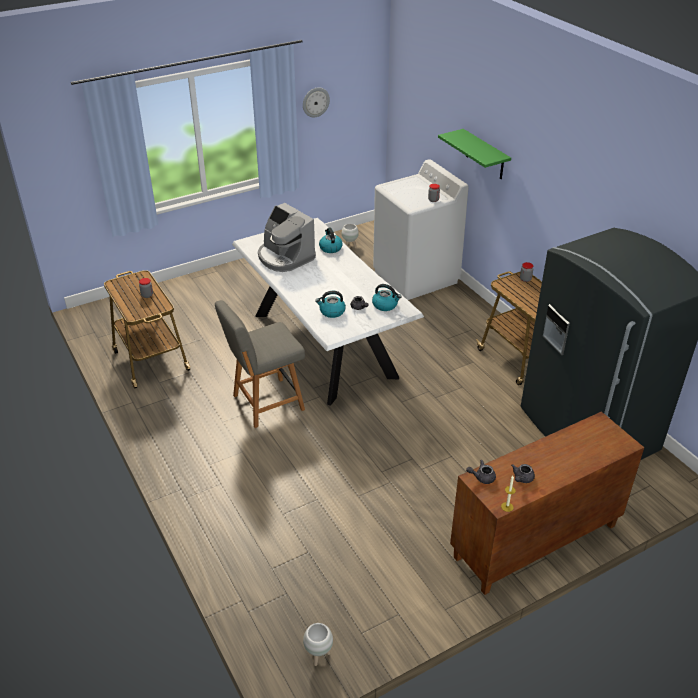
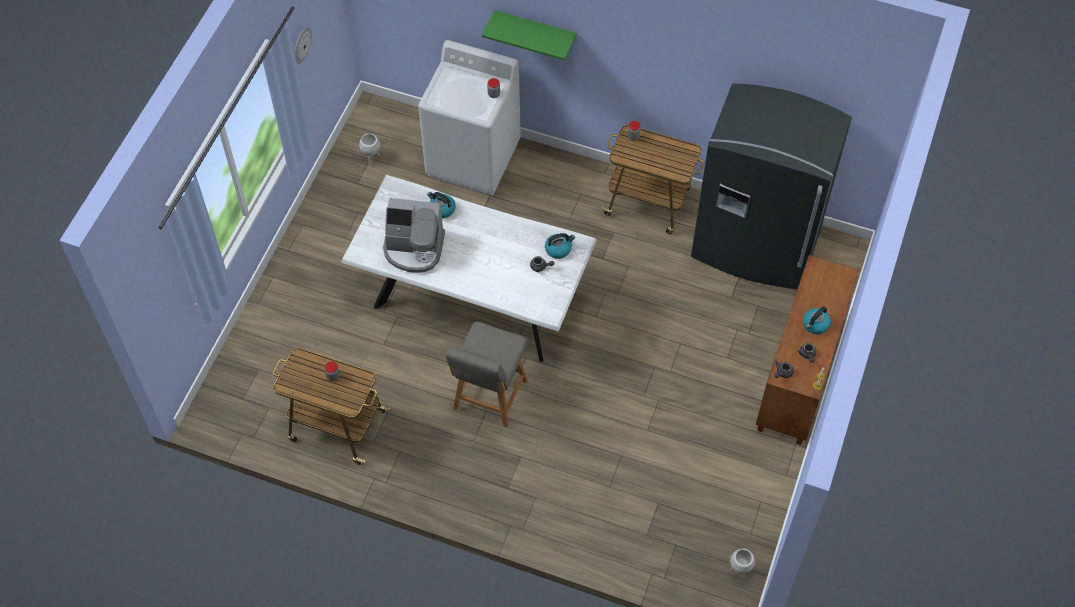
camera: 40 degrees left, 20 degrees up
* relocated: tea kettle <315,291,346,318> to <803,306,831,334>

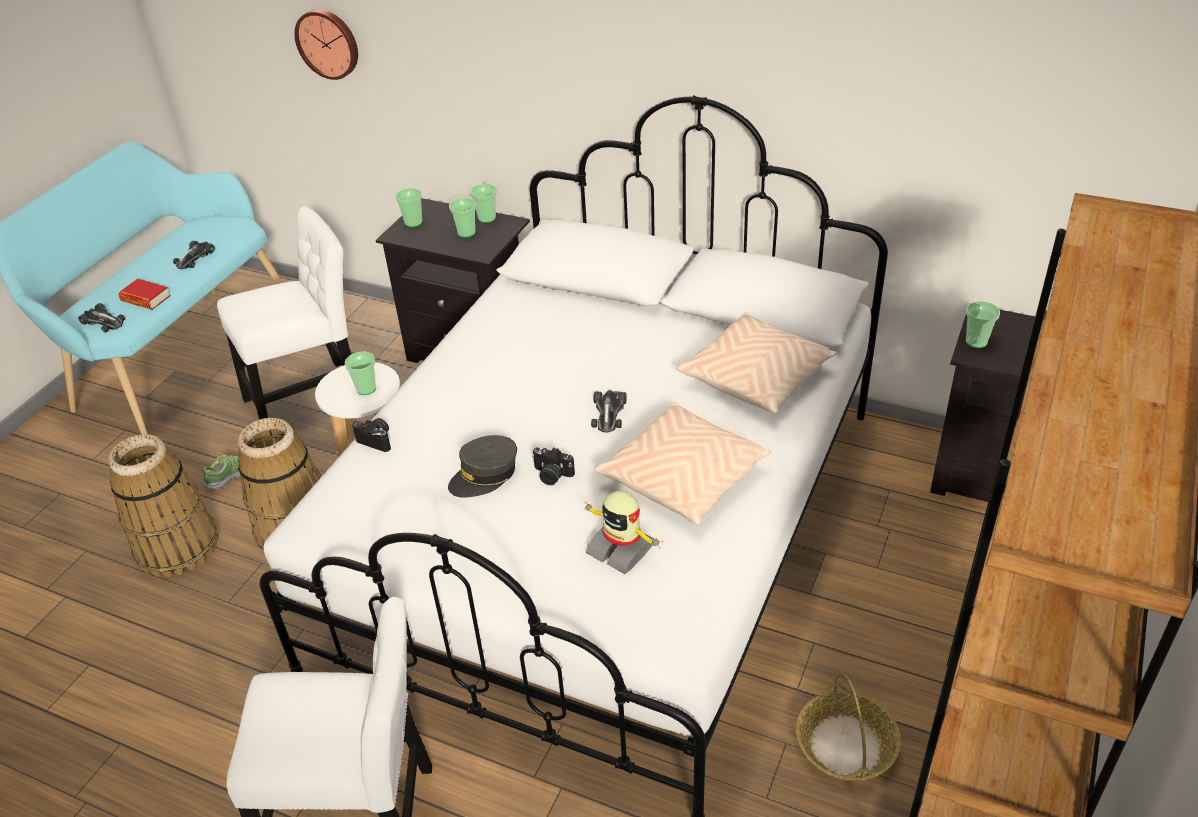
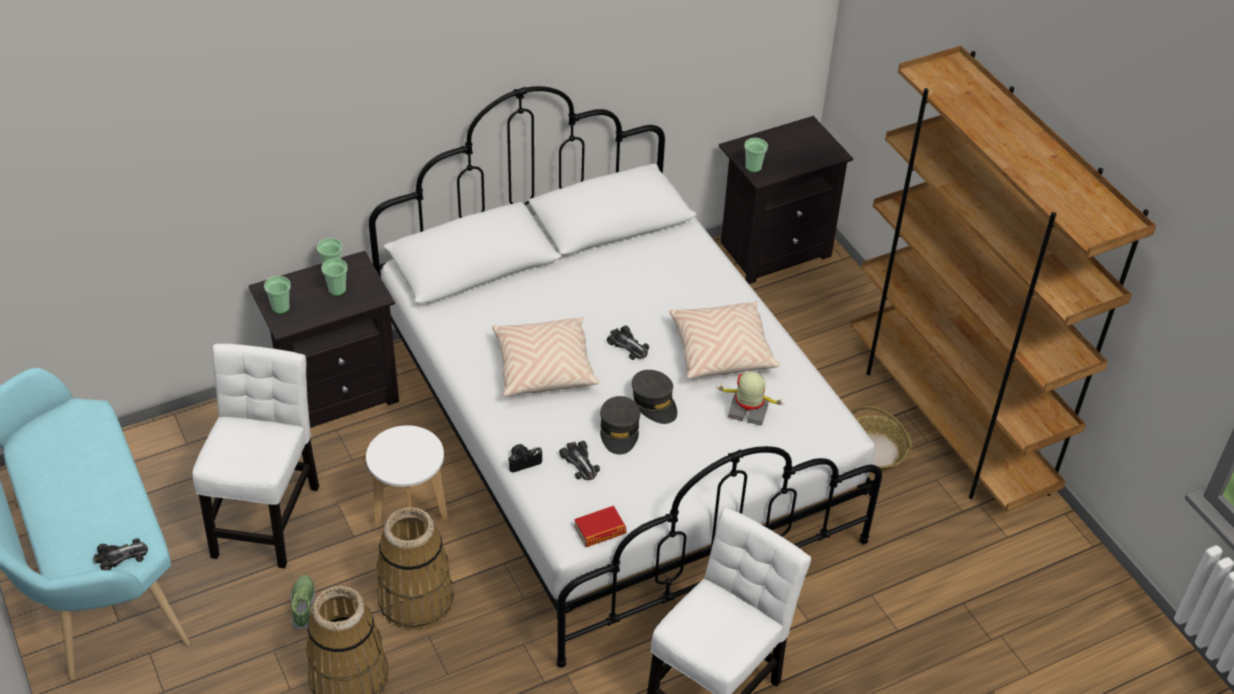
camera: 55 degrees left, 5 degrees up
* relocated: volume <119,279,171,310> to <574,506,626,547>
* relocated: model car <173,241,215,269> to <559,441,600,480>
* missing: clock on the wall <294,9,358,80>
* missing: small cup <345,352,376,395>
* exchanged: still camera <532,447,575,485> to greyish cap <632,370,677,424>
* spun: robot figure <582,491,663,574> = <716,372,785,425> 150 degrees counterclockwise
* relocated: beige pillow <676,313,838,413> to <492,317,599,396>

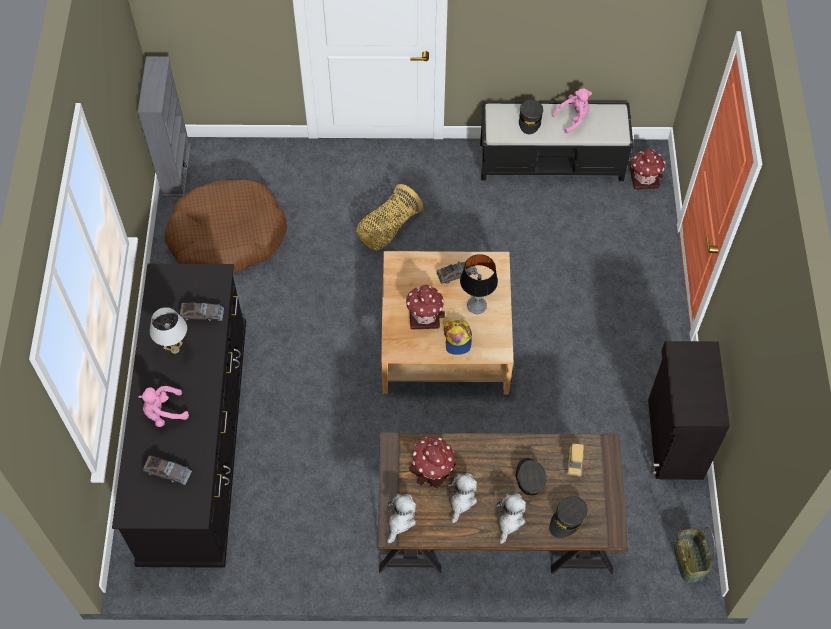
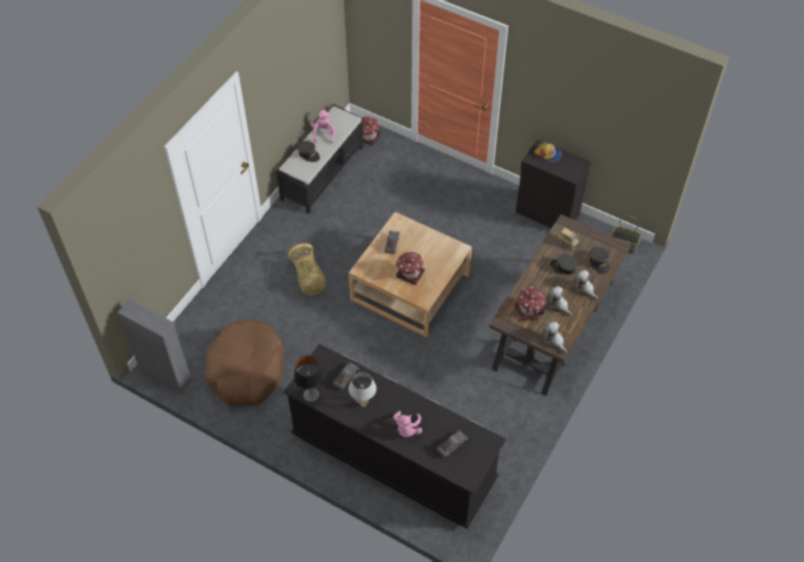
camera: 60 degrees left, 5 degrees down
* relocated: cap <444,319,472,355> to <534,142,562,162>
* relocated: lamp for a table <460,254,498,314> to <294,356,324,402>

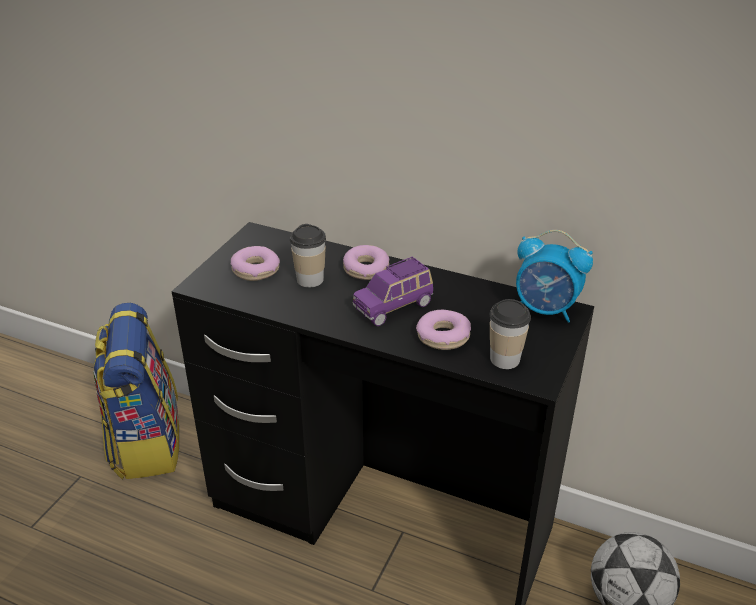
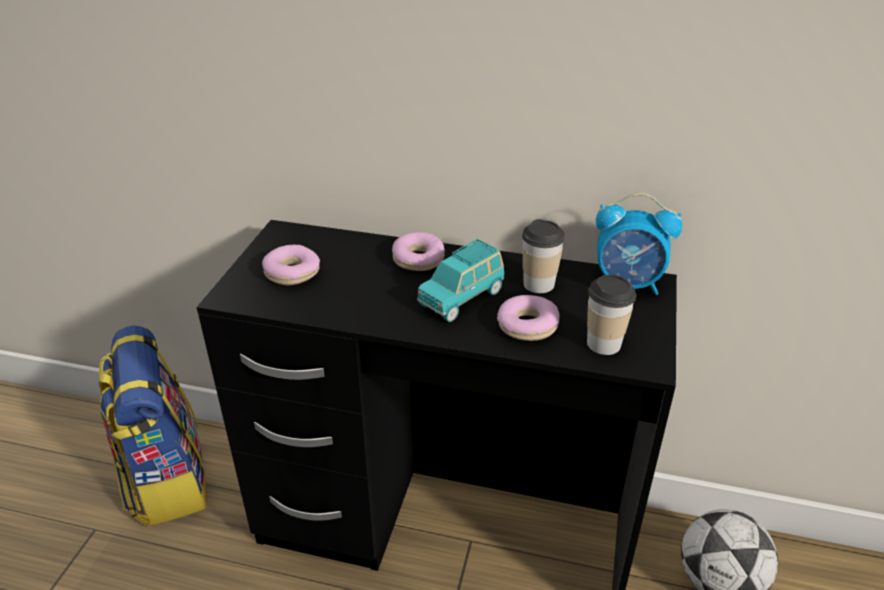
camera: 10 degrees left, 0 degrees up
* relocated: small cup <290,224,326,288> to <522,219,565,293>
* colour: purple-coloured model car <353,257,433,326> to turquoise model car <417,239,504,322>

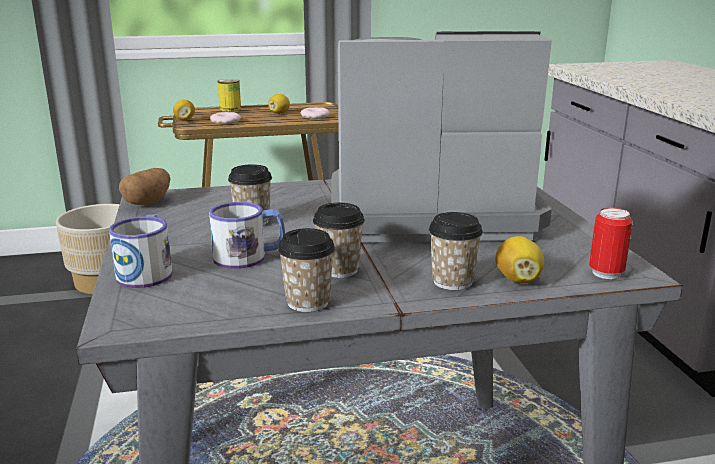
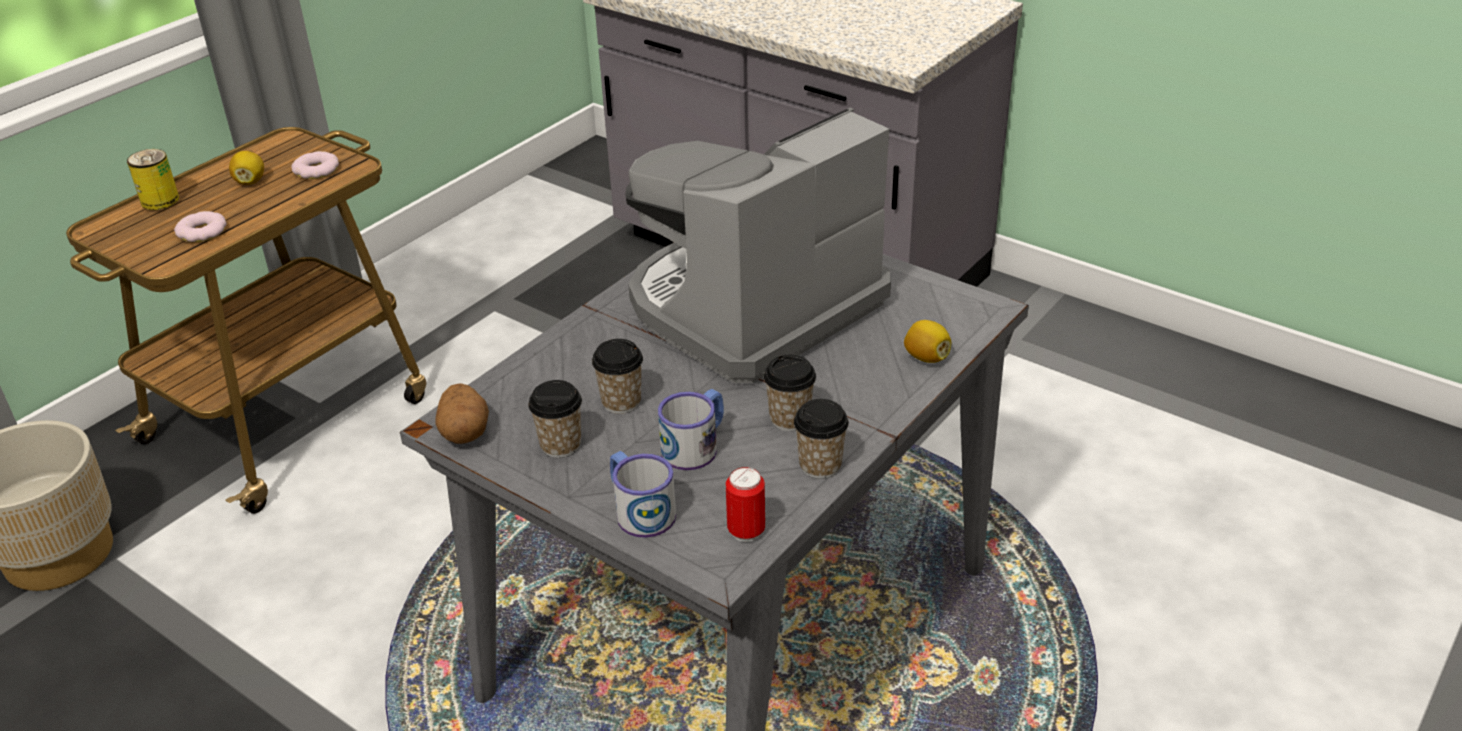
camera: 40 degrees left, 15 degrees up
* missing: lemon <173,100,195,121>
* relocated: small cup <429,212,483,290> to <528,380,582,458>
* relocated: metal can <589,208,633,279> to <726,467,765,542>

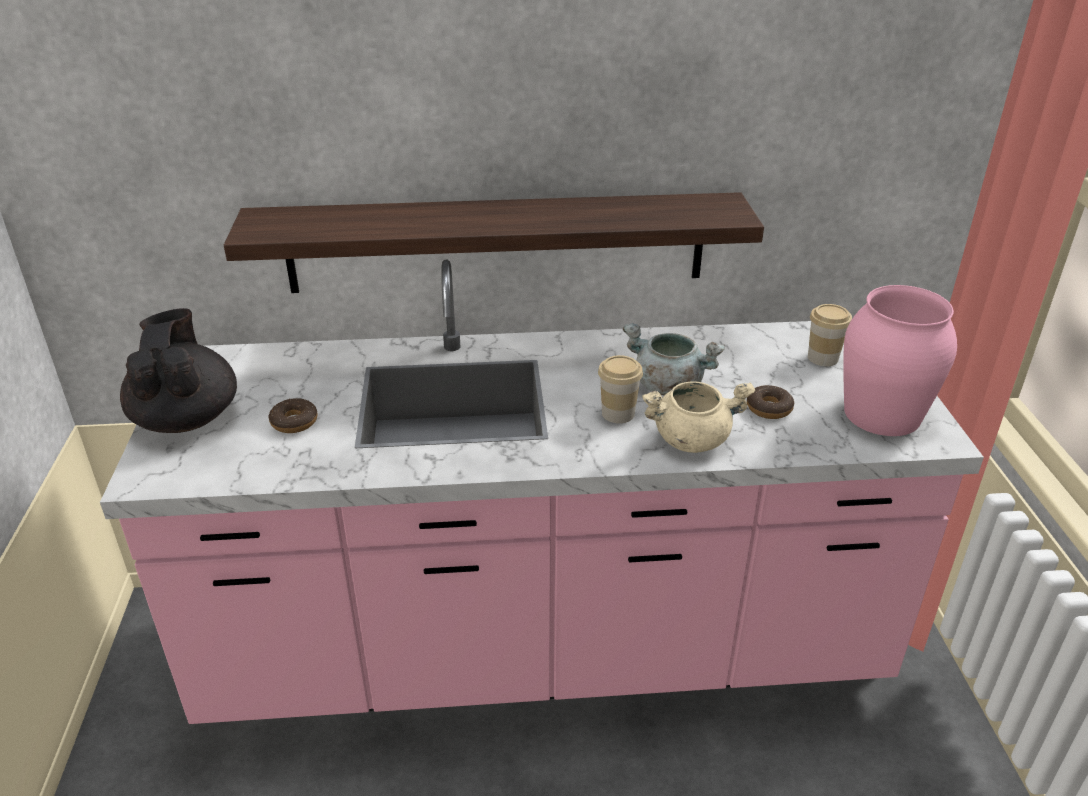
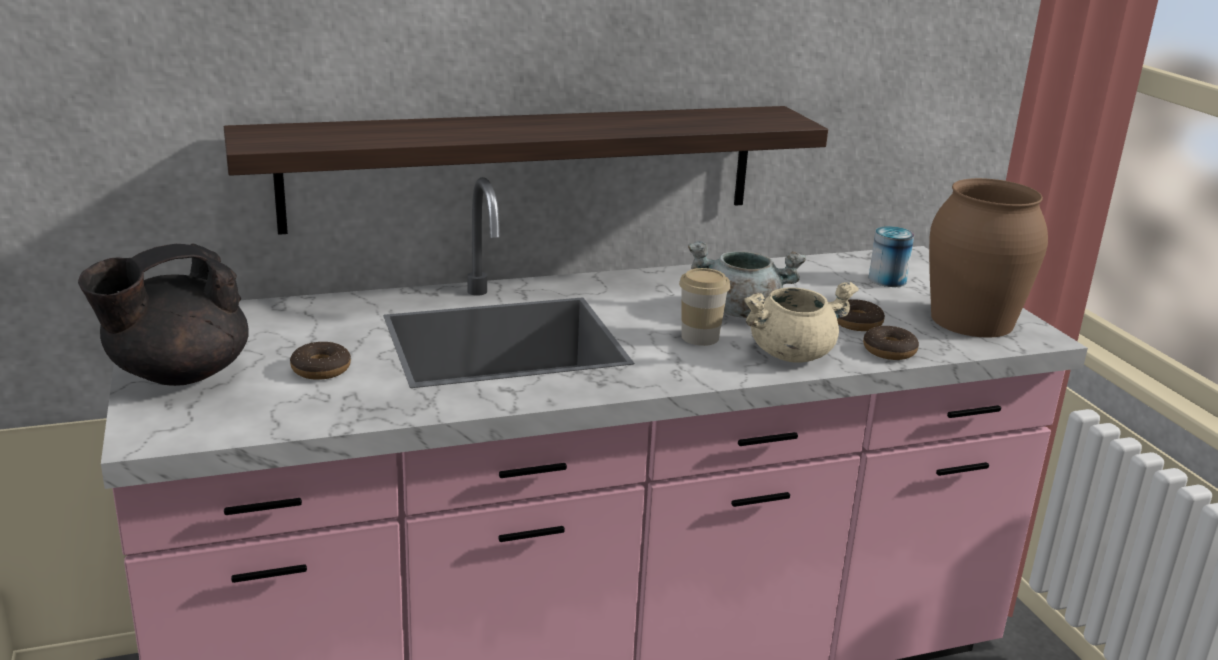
camera: 15 degrees left, 10 degrees down
* spun: black-coloured teapot <120,308,237,433> = <78,243,249,386> 105 degrees counterclockwise
* exchanged: small cup <808,304,852,366> to metal can <868,226,914,287>
* colour: pinkish vase <843,285,957,436> to brown vase <929,178,1048,338>
* appeared: donut <863,326,919,360>

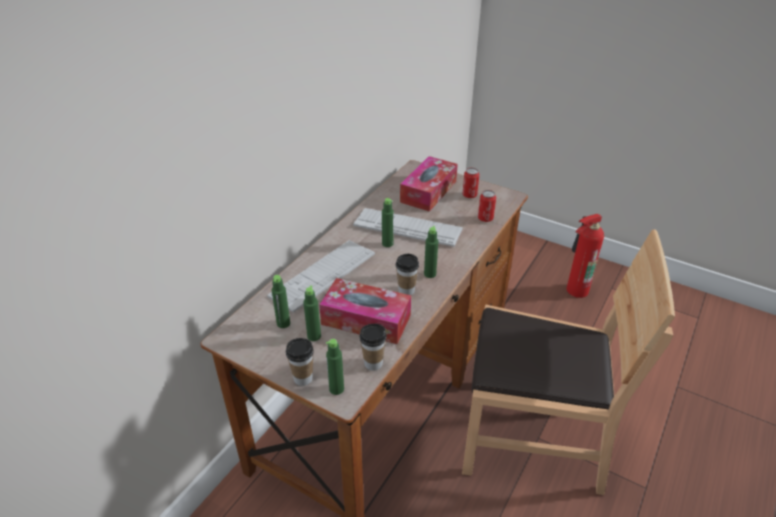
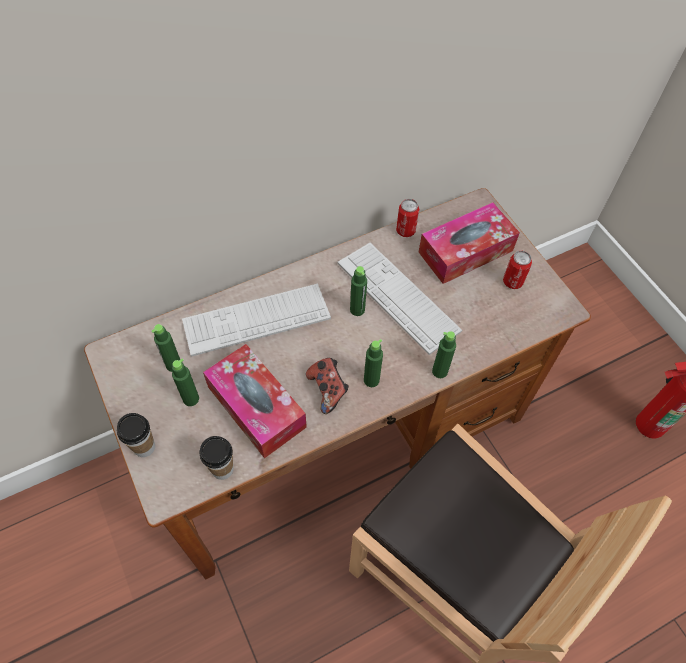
camera: 30 degrees right, 20 degrees up
* relocated: greenish drink bottle <326,339,344,395> to <432,331,456,378>
* exchanged: small cup <396,254,419,295> to joypad <306,358,349,414>
* relocated: metal can <478,190,496,222> to <396,199,419,237>

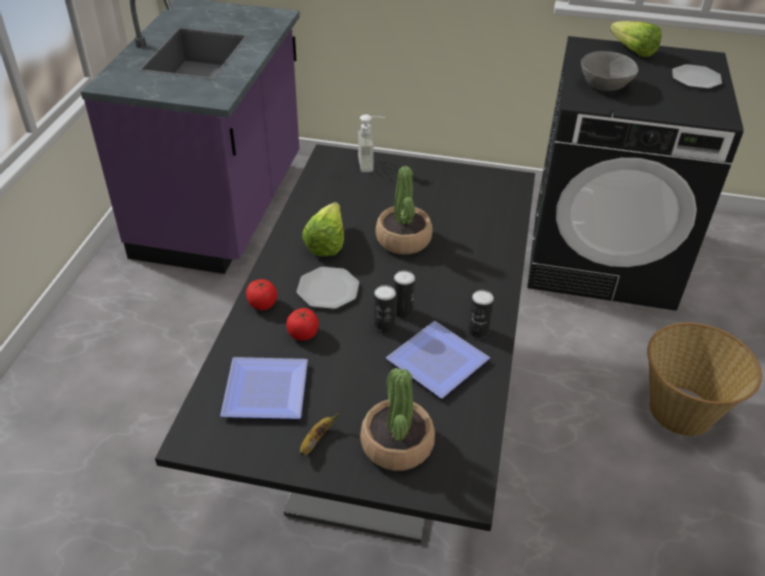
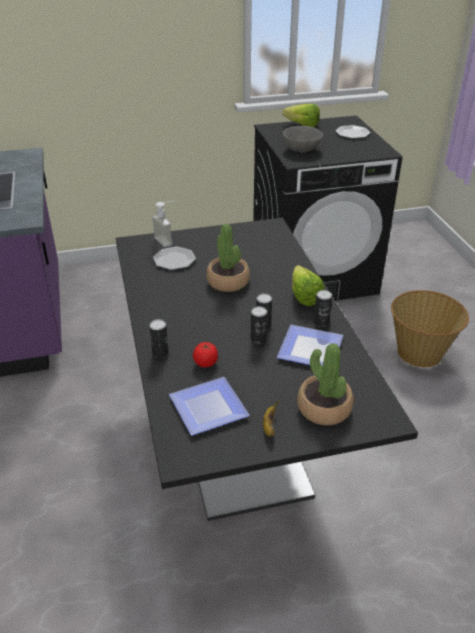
camera: 25 degrees left, 5 degrees down
* exchanged: fresh tomato <246,279,277,310> to metal can <149,319,169,358>
* relocated: dinner plate <296,267,359,309> to <153,247,196,270>
* relocated: lettuce <302,202,344,257> to <292,265,325,306>

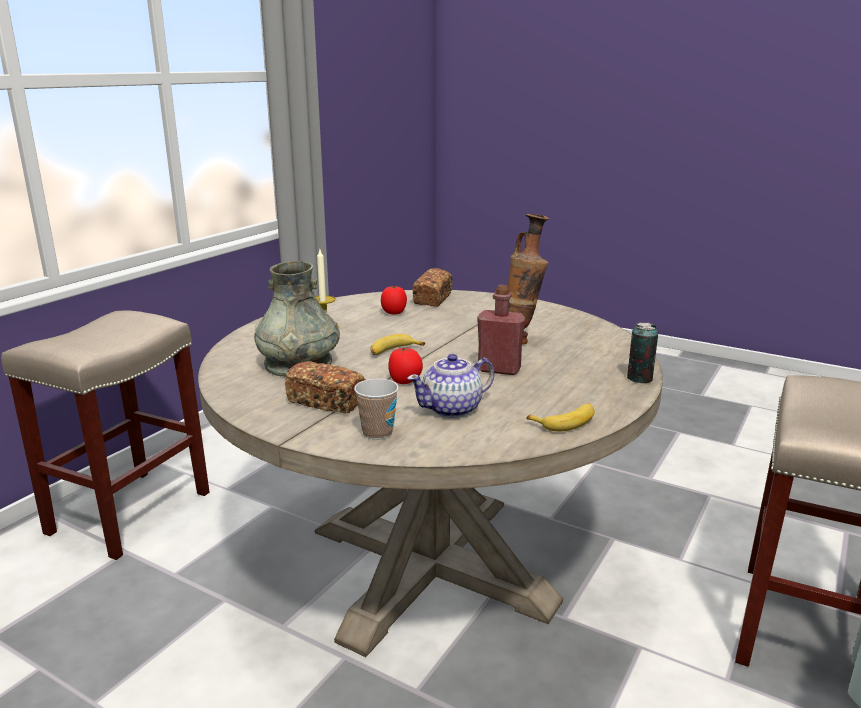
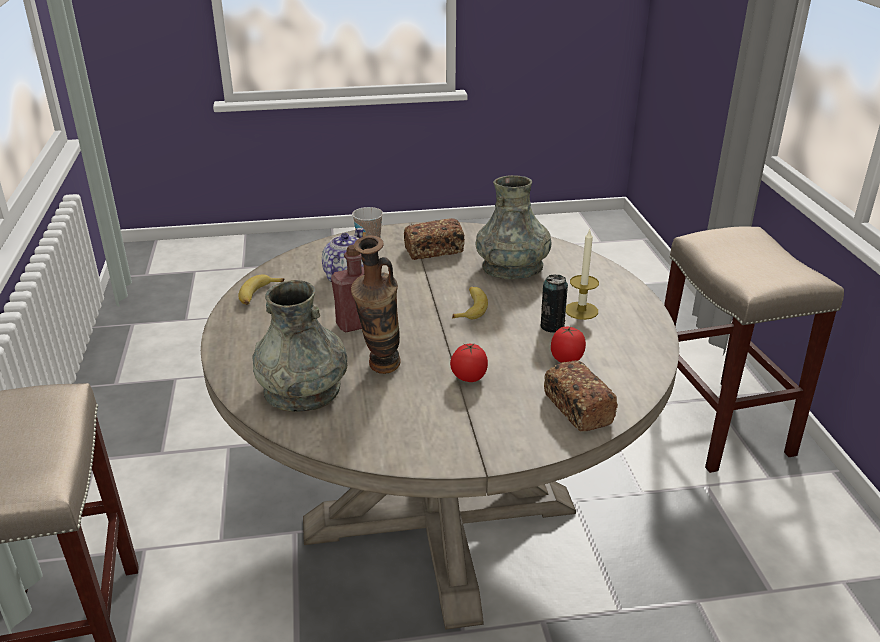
camera: 140 degrees right, 10 degrees up
* relocated: fresh tomato <388,348,423,384> to <450,343,488,382>
* relocated: metal can <627,323,658,383> to <541,274,568,333>
* appeared: greyish vase <252,280,347,412>

